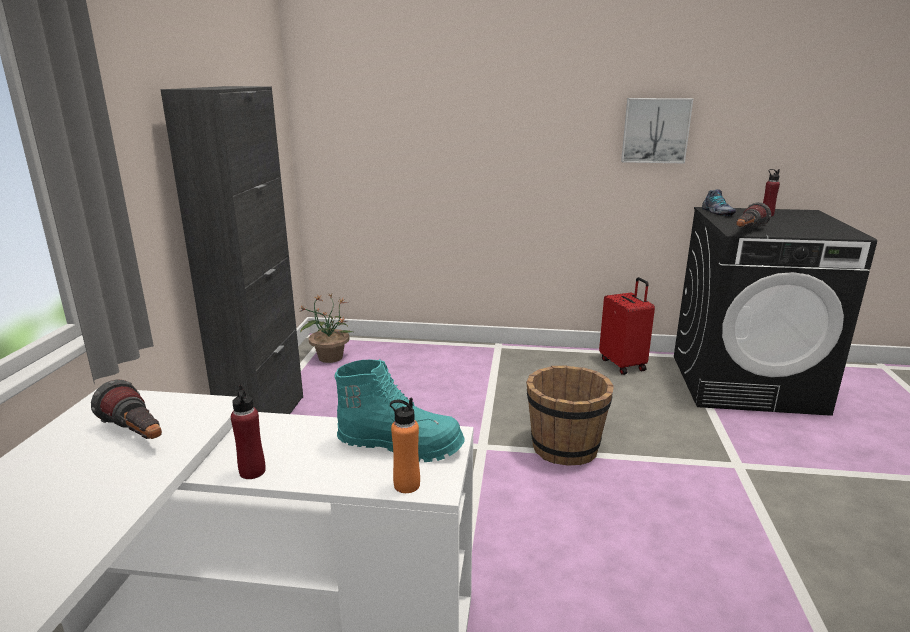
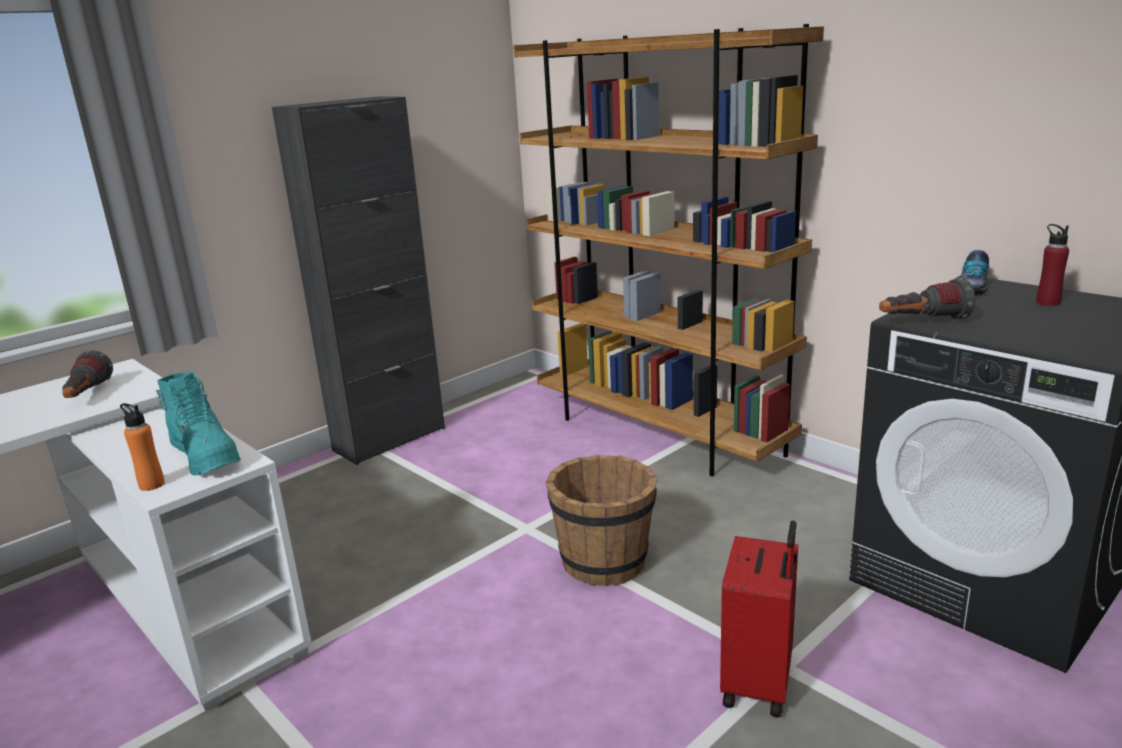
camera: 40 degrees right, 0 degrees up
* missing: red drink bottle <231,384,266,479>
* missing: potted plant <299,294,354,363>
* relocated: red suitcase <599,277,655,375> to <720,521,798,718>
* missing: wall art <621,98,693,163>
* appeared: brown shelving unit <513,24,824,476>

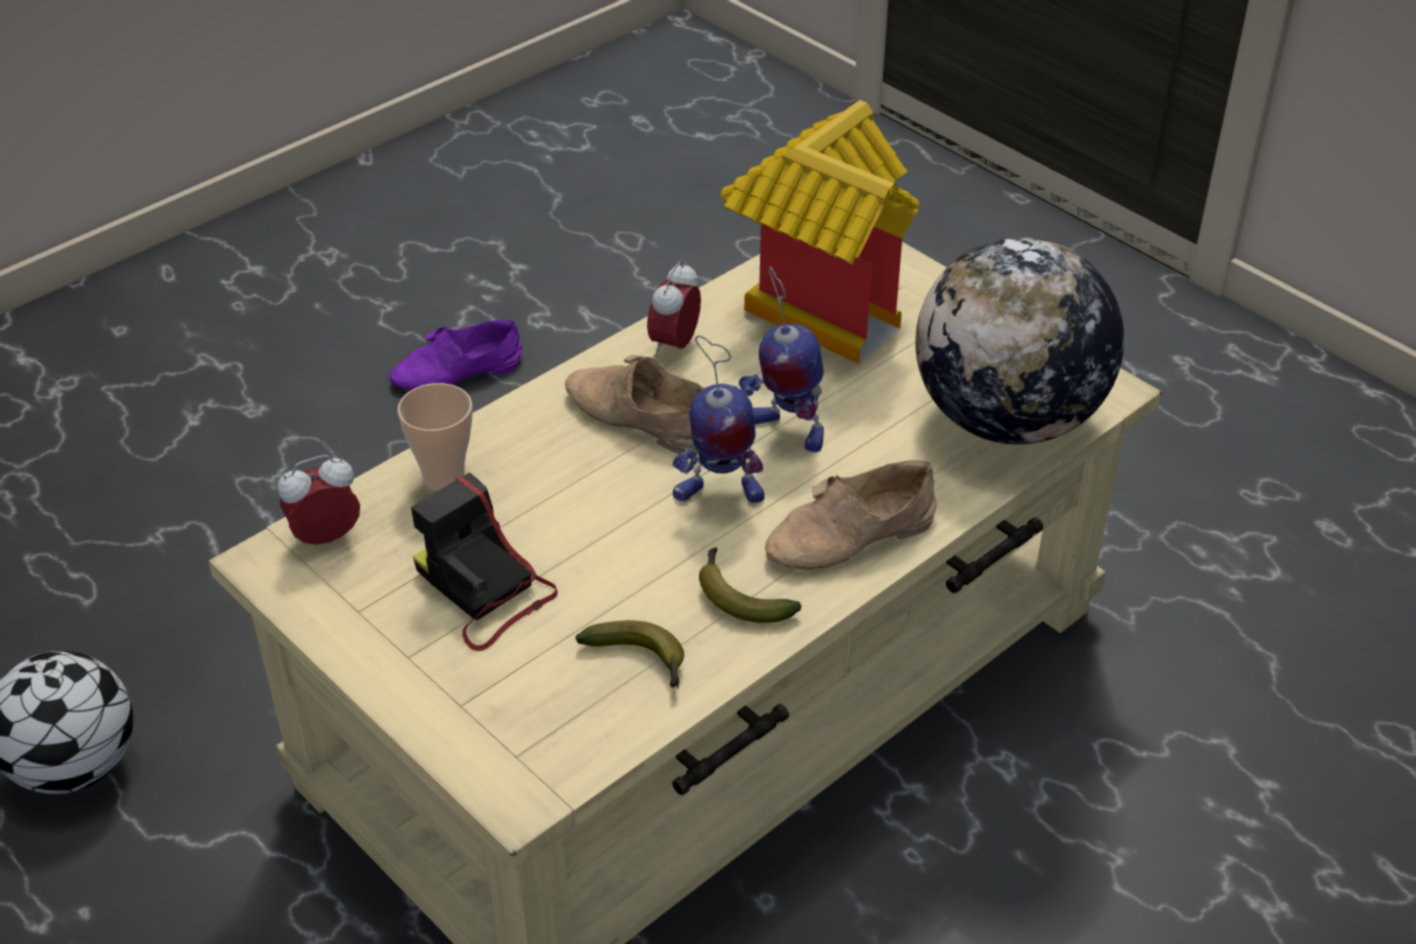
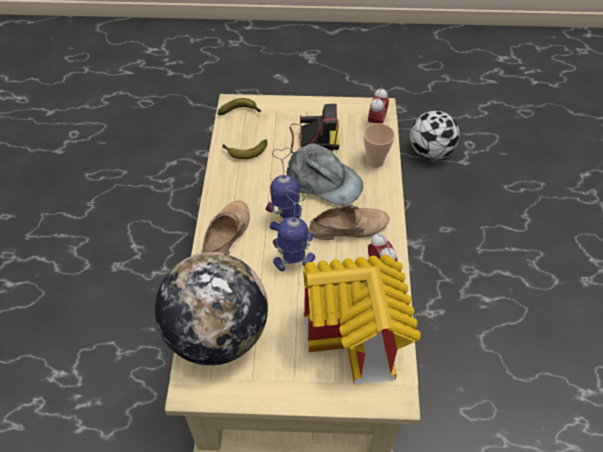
camera: 135 degrees right, 10 degrees up
* missing: purple-coloured shoe <390,320,522,390>
* relocated: banana <699,547,802,623> to <217,98,261,115>
* appeared: greyish cap <286,143,363,206>

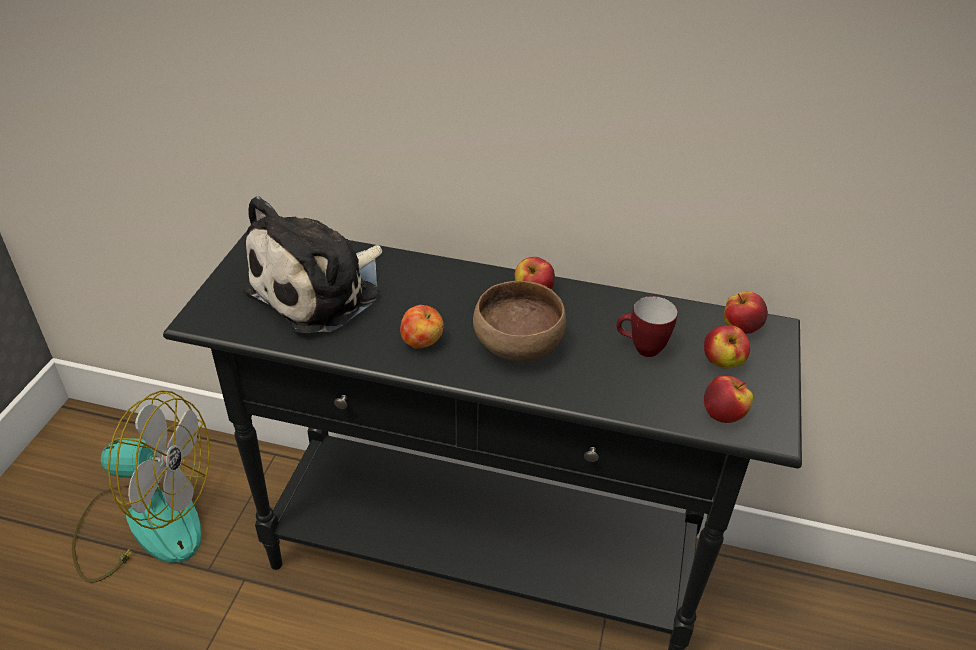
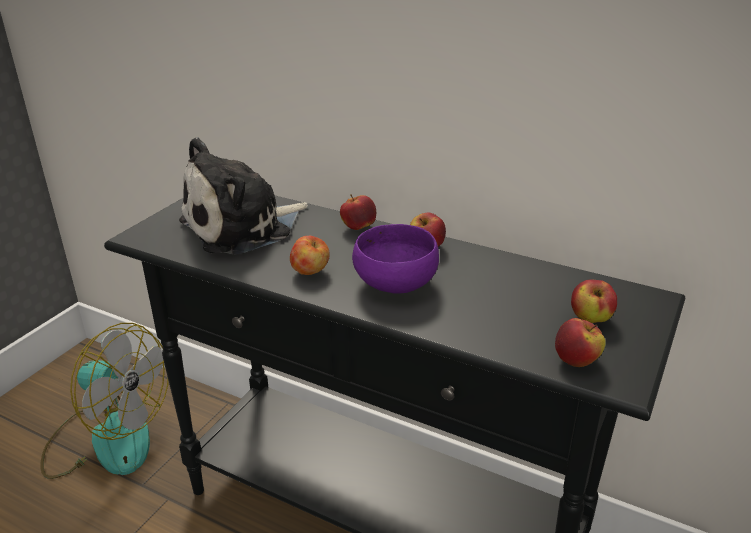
camera: 15 degrees right, 10 degrees down
* colour: brown bowl <473,281,566,362> to purple-coloured bowl <352,224,439,294>
* missing: tea mug <617,296,678,357>
* relocated: apple <724,292,768,334> to <340,195,376,230>

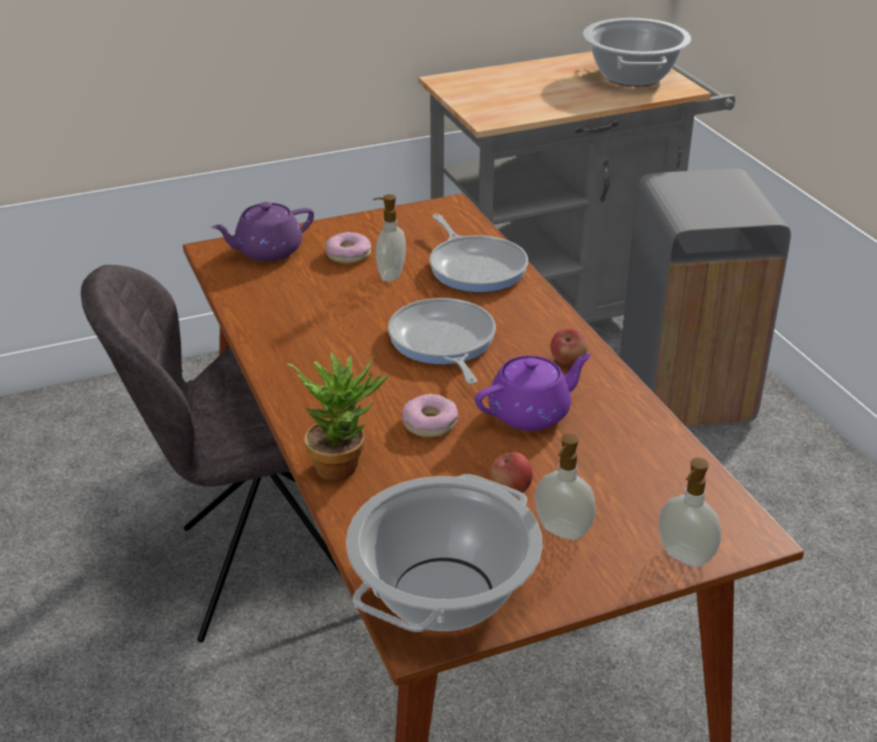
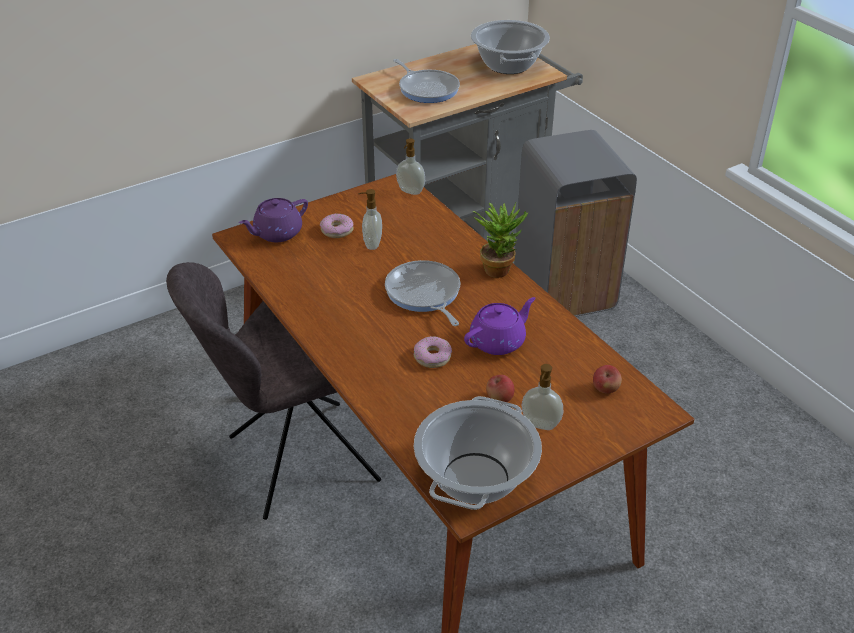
camera: 10 degrees left, 5 degrees up
* relocated: potted plant <287,352,388,480> to <473,202,528,278>
* relocated: skillet <430,214,528,292> to <393,59,460,103>
* relocated: apple <550,328,588,365> to <593,365,622,394>
* relocated: soap dispenser <659,458,721,567> to <396,138,425,195>

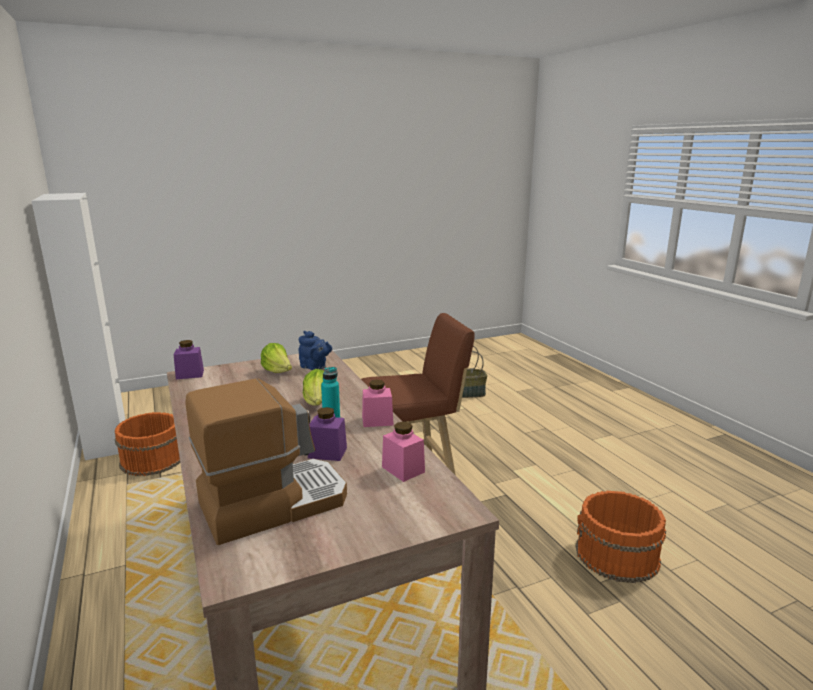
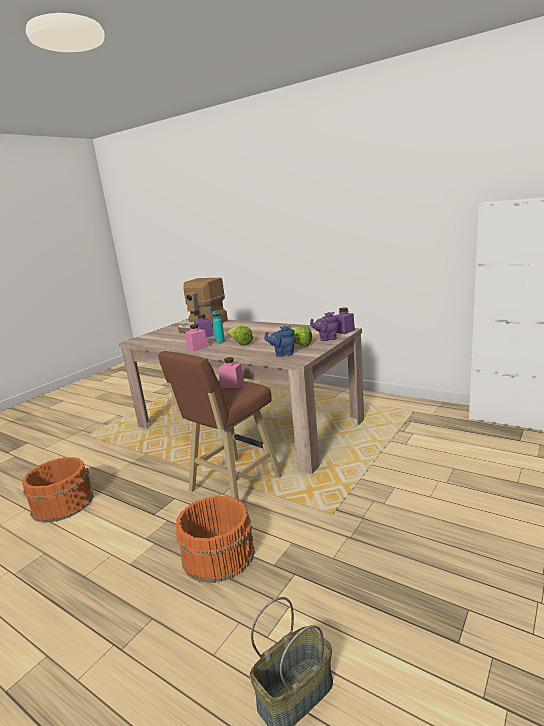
camera: 150 degrees right, 0 degrees up
* relocated: orange pail <115,412,180,476> to <176,496,255,583>
* relocated: pinkish jar <382,422,425,482> to <219,357,244,388>
* appeared: purple-coloured teapot <310,312,338,341>

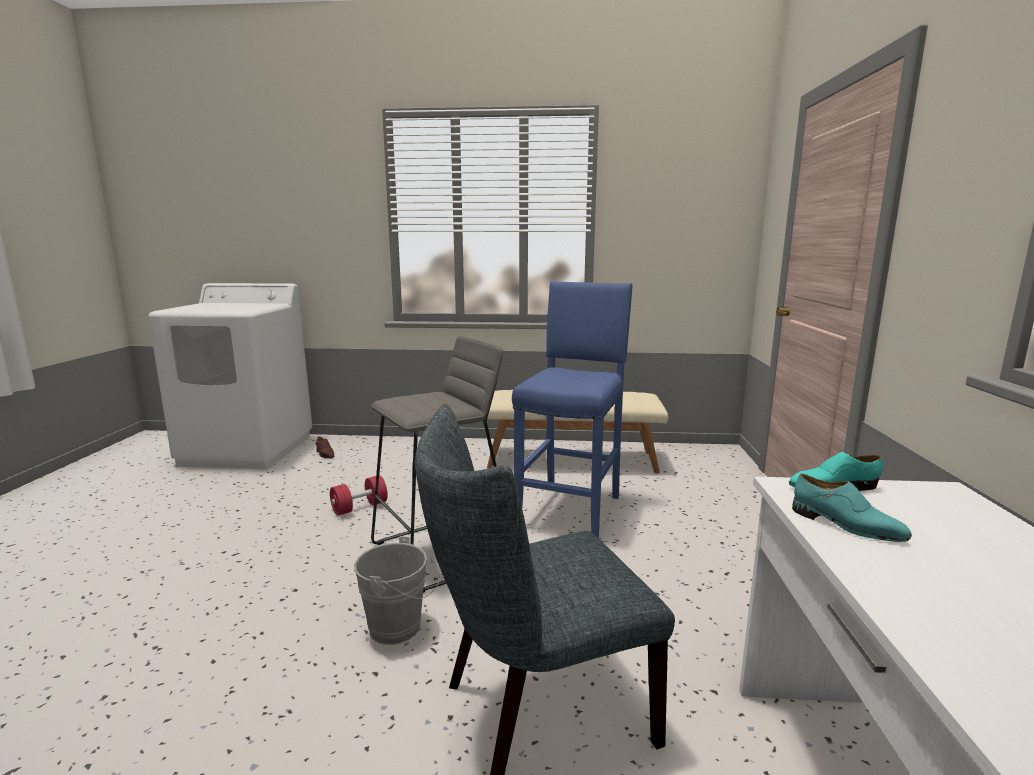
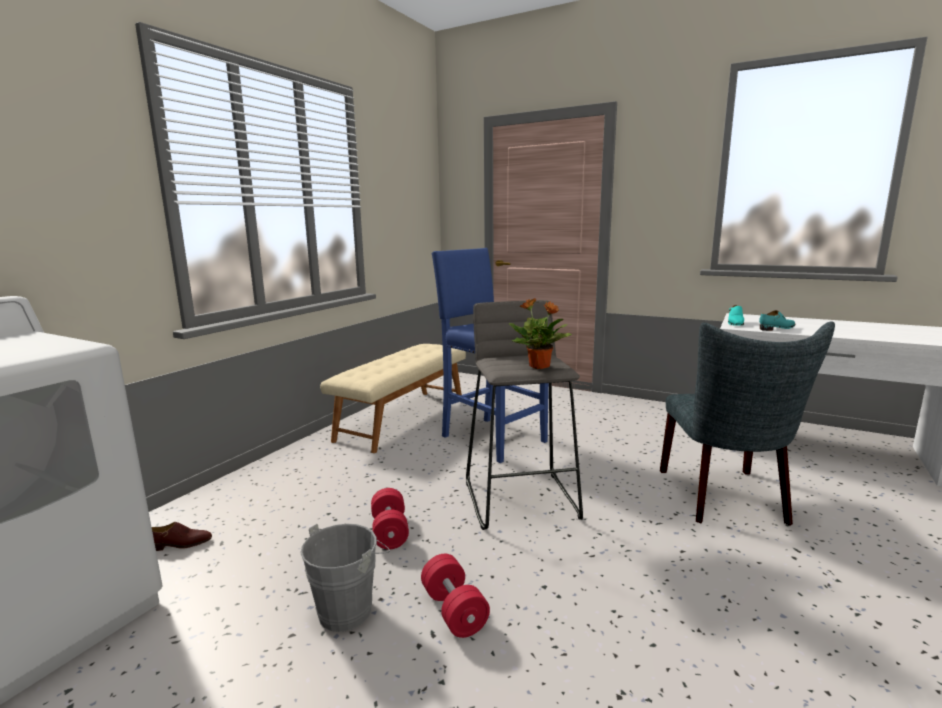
camera: 65 degrees left, 0 degrees up
* relocated: greyish pail <354,536,440,645> to <300,524,390,632>
* appeared: red dumbbell <421,554,490,638>
* appeared: potted plant <509,298,572,369>

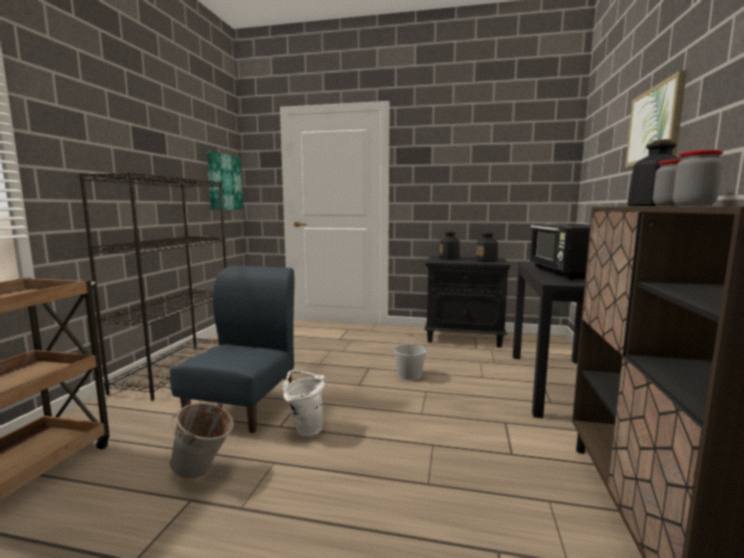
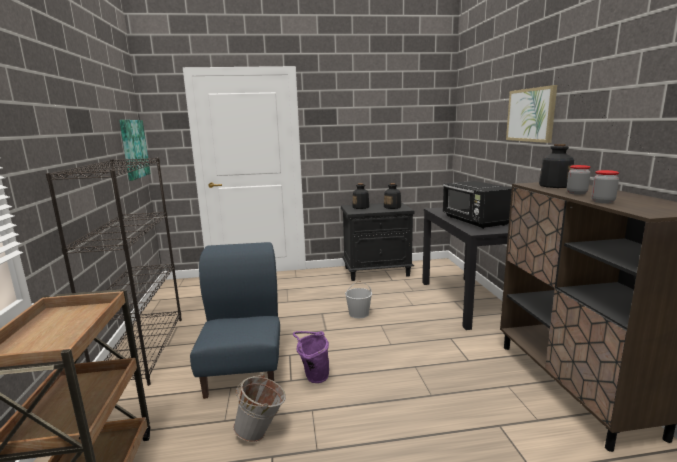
camera: 20 degrees left, 5 degrees up
* colour: white pail <283,370,325,436> to purple-coloured pail <293,331,329,383>

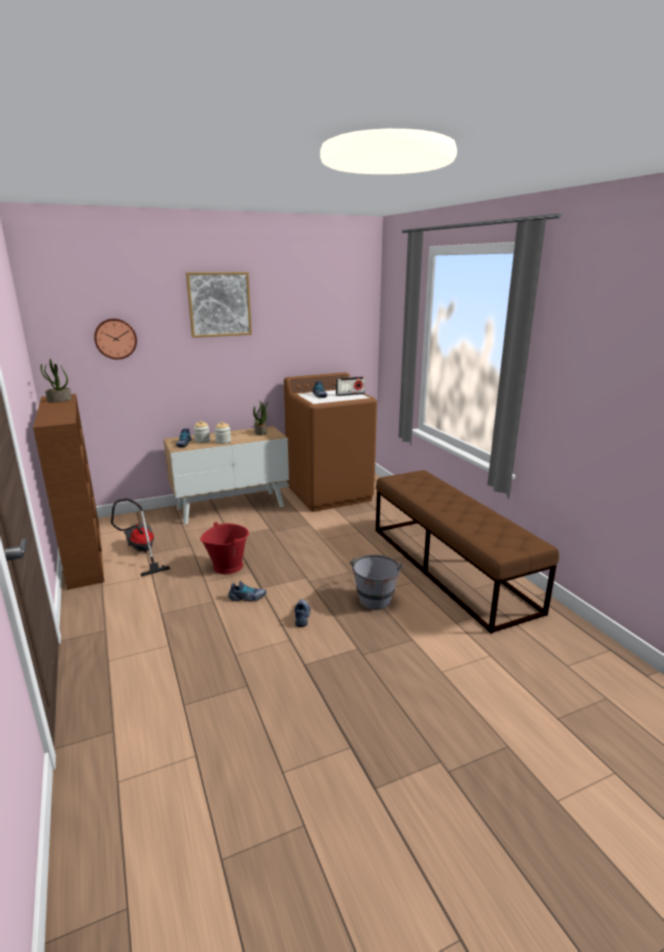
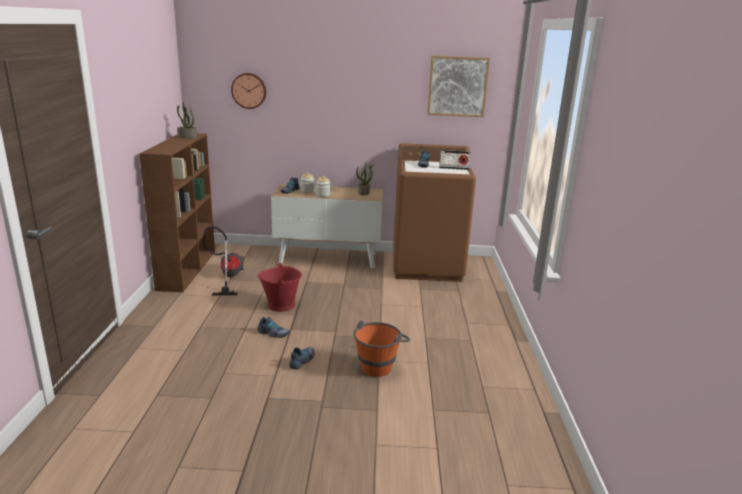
camera: 25 degrees right, 0 degrees up
* relocated: wall art <186,272,252,338> to <427,56,490,117>
* colour: greyish pail <349,555,404,610> to orange pail <354,321,410,377>
* missing: brown indoor bench <376,470,559,634>

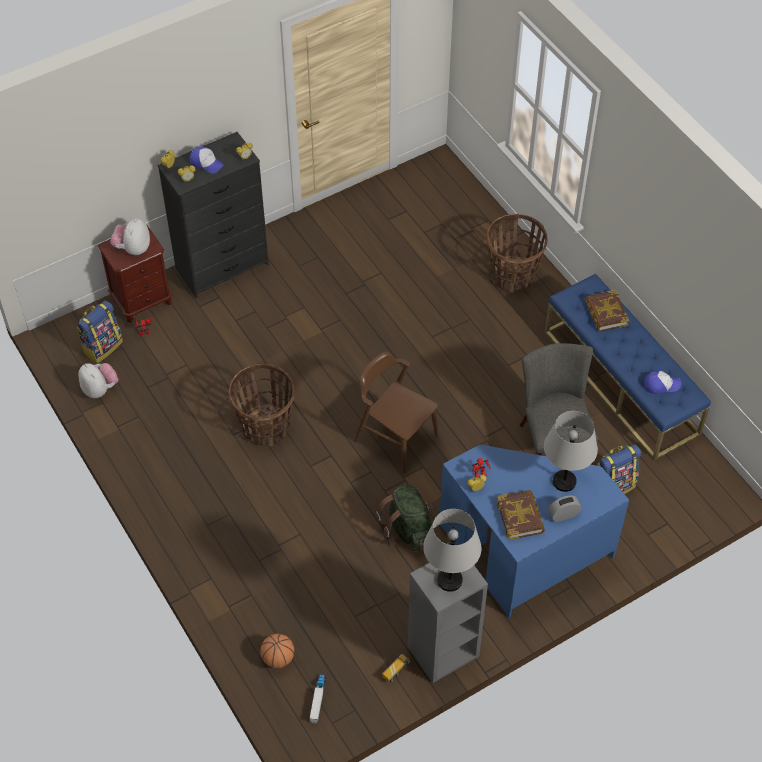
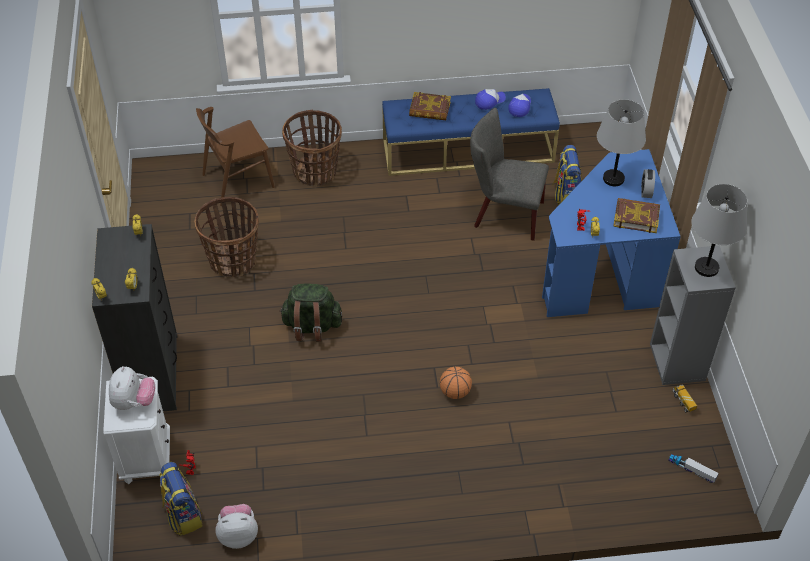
camera: 65 degrees left, 5 degrees down
* colour: brown nightstand <98,224,172,323> to white nightstand <103,377,170,484>
* spun: soft toy <111,218,150,255> = <109,366,155,410> 120 degrees counterclockwise
* relocated: cap <190,146,224,173> to <475,89,506,110>
* relocated: storage basket <229,364,295,446> to <195,197,259,277>
* relocated: basketball ball <260,634,294,668> to <440,367,472,399>
* relocated: brown upright chair <354,351,438,474> to <196,107,275,206>
* relocated: greenish rucksack <376,485,433,551> to <279,283,342,342>

